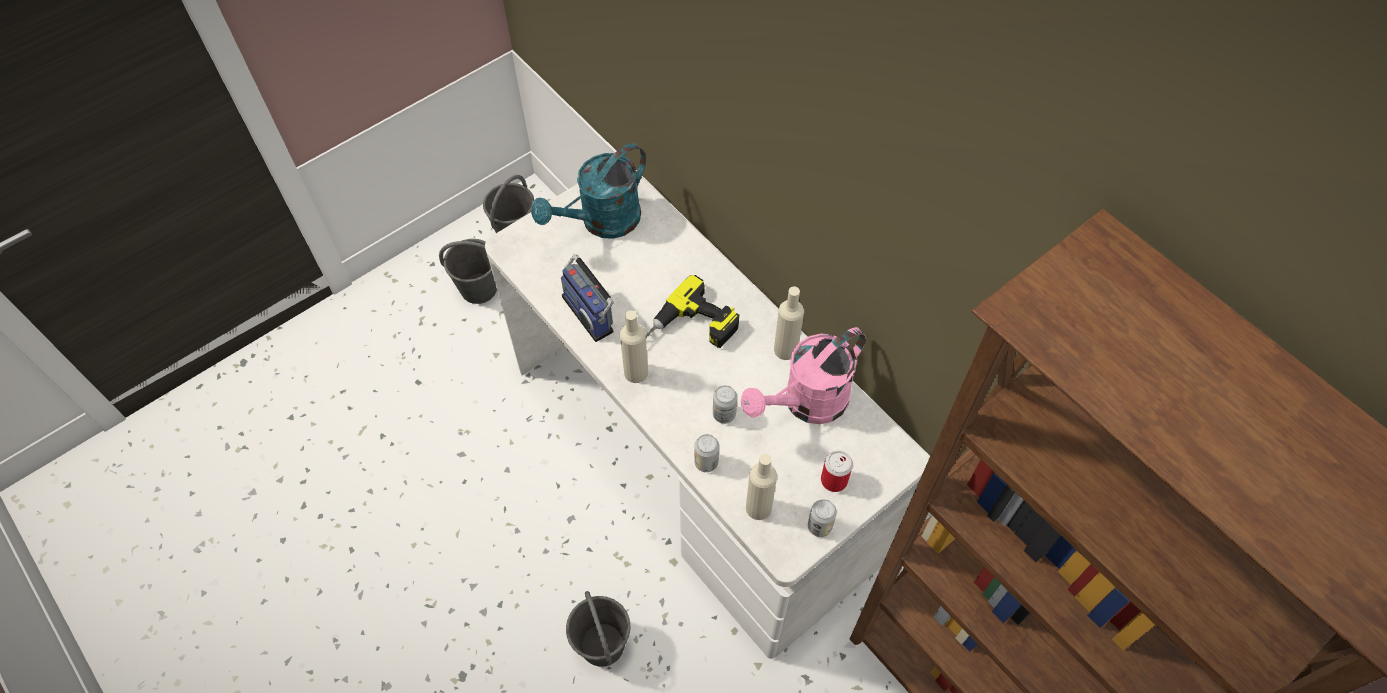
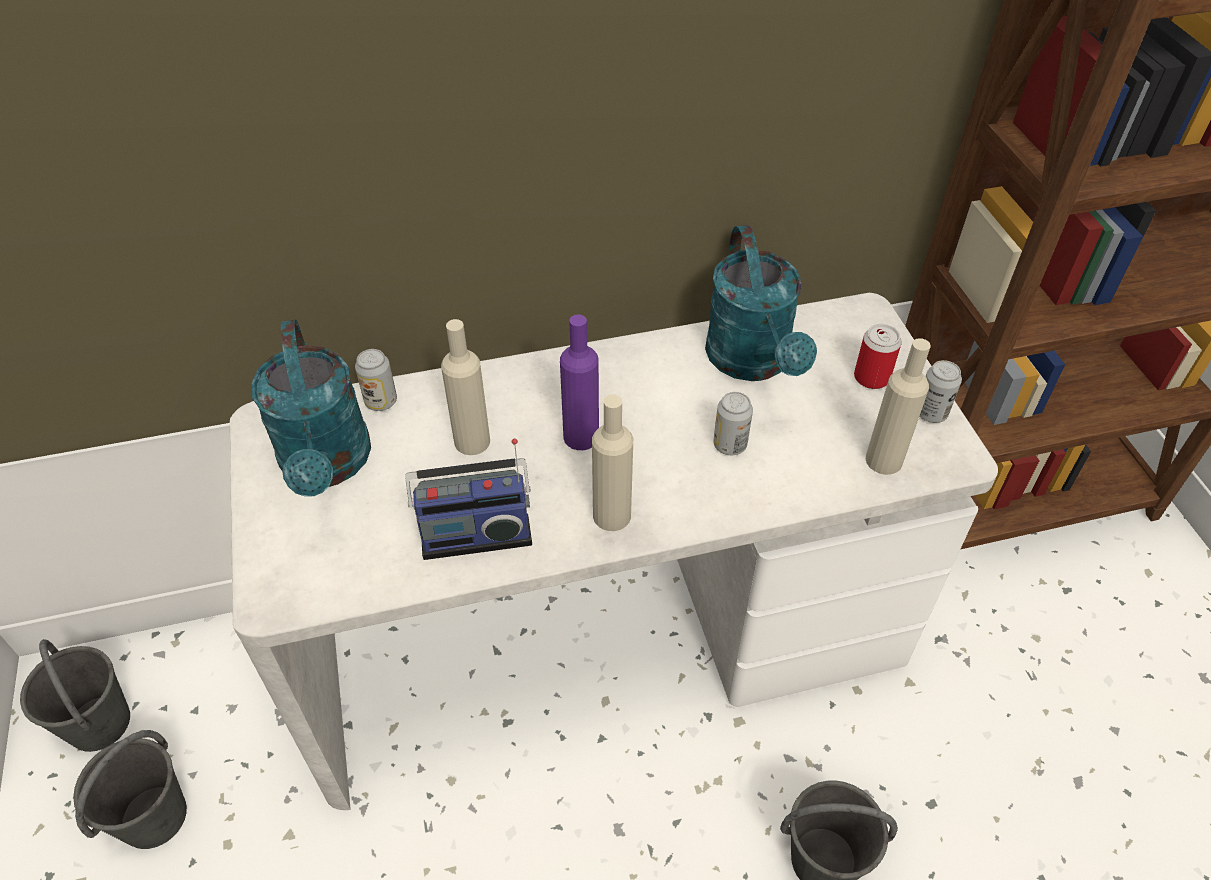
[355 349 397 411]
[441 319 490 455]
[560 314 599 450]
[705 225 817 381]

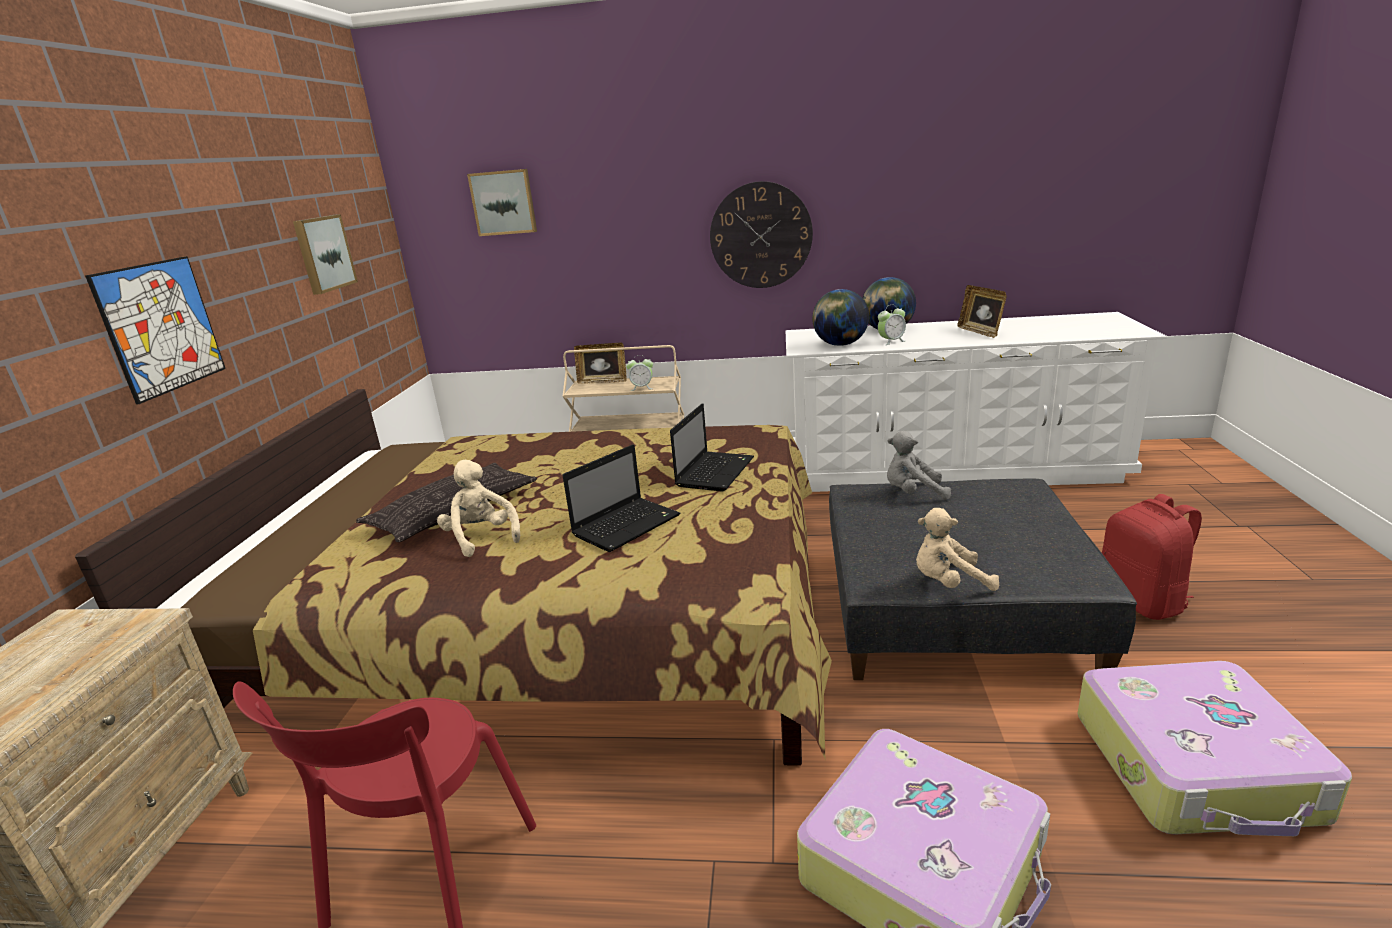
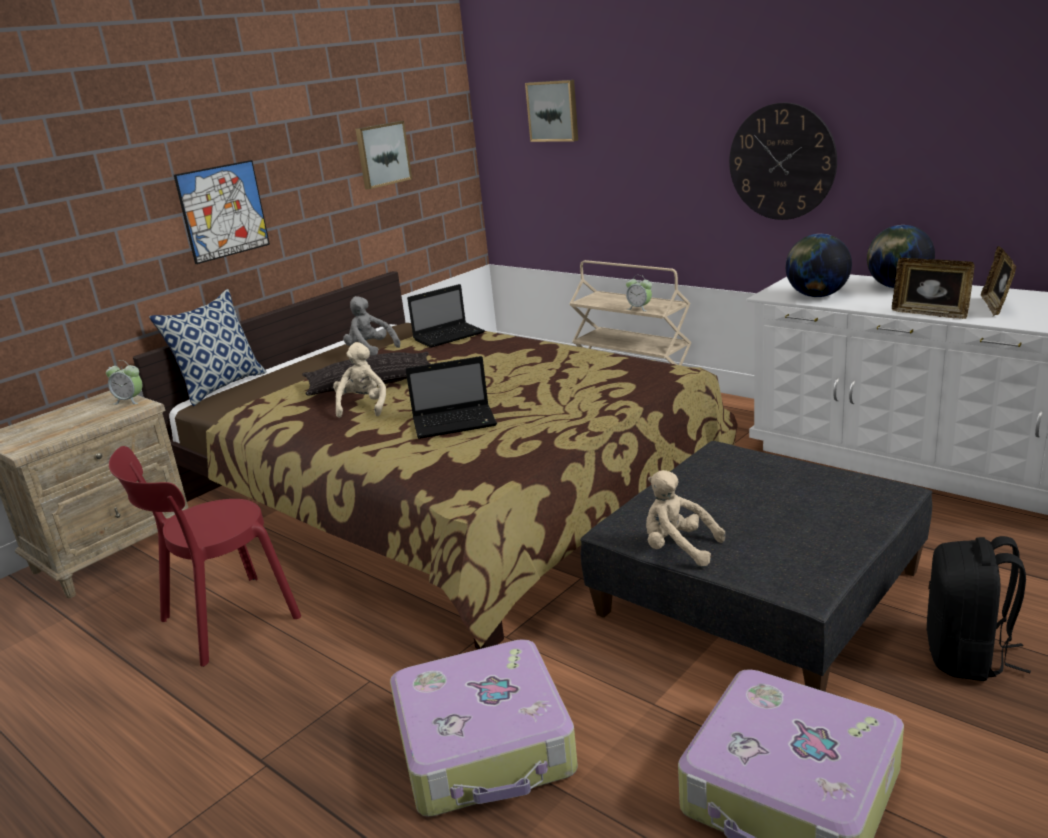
[106 360 142 405]
[149 289 267 406]
[343 296 400 356]
[407 284 485 348]
[892 258 975 319]
[926 536 1031 681]

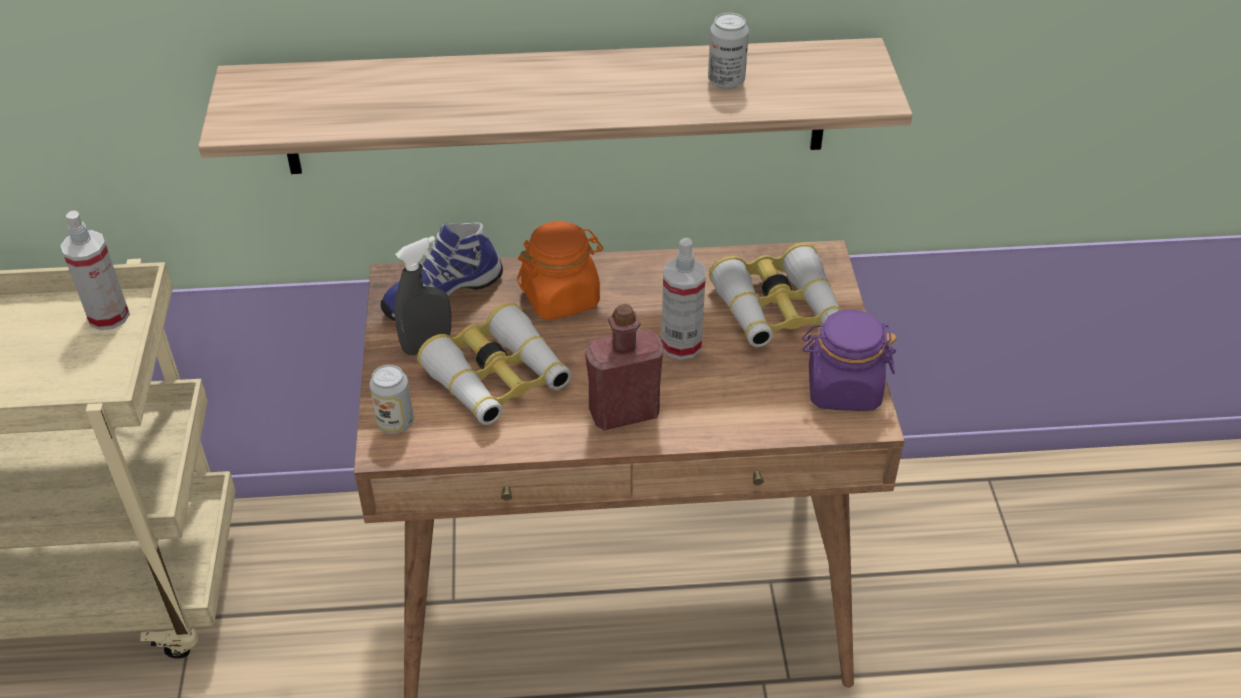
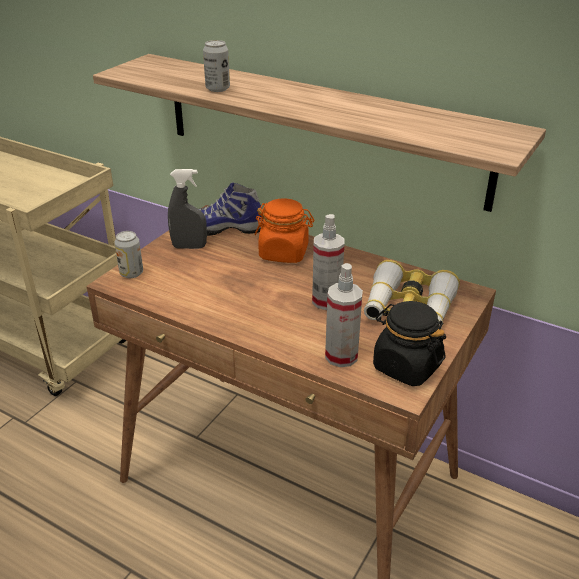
[203 40 230 92]
[325 263 363 367]
[373 301 446 386]
[417 302 571 425] (first image)
[585 304 664 431] (first image)

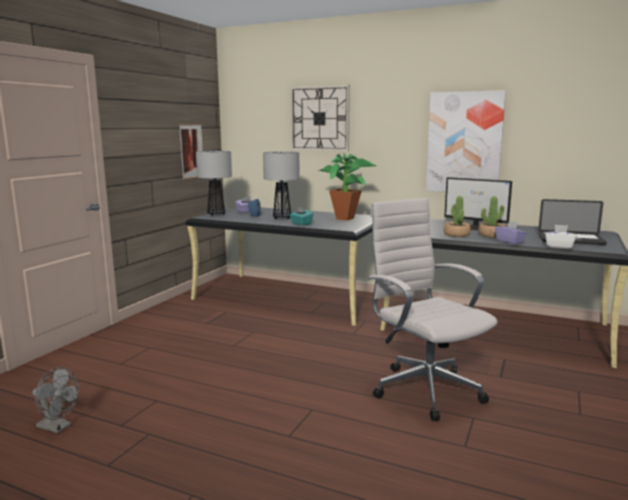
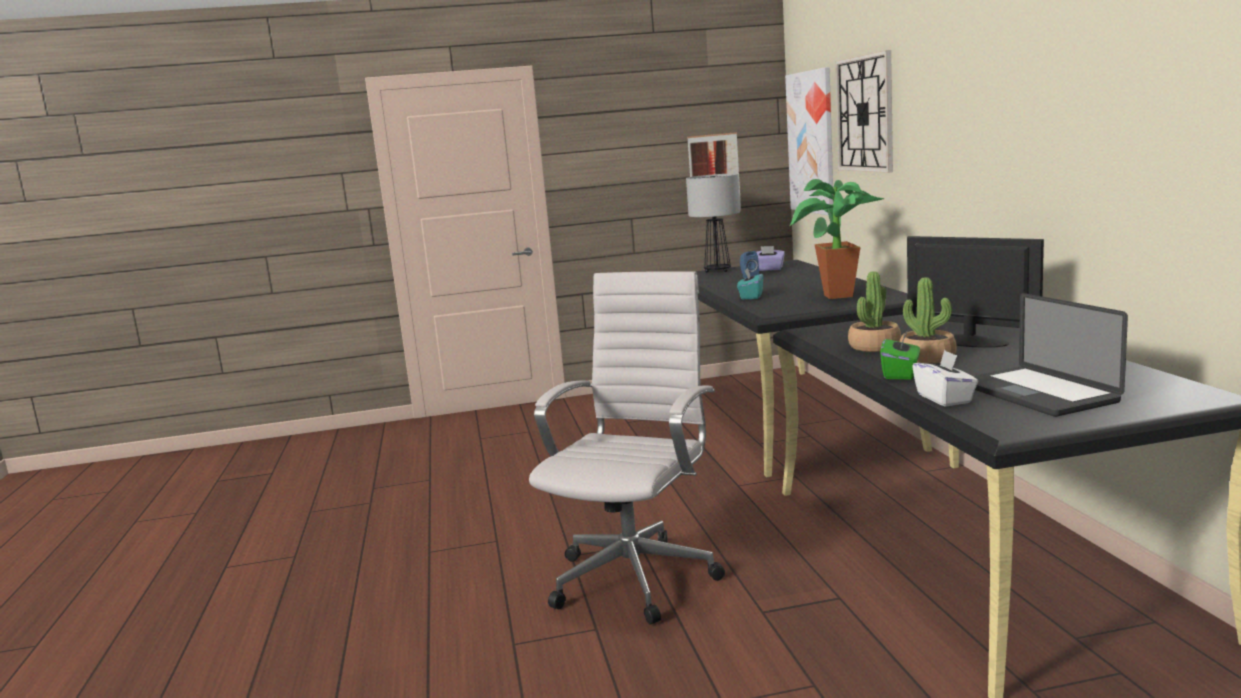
[785 67 834 216]
[880 332 920 379]
[907 236 1044 348]
[32 367 79 433] (first image)
[263 151 300 219] (first image)

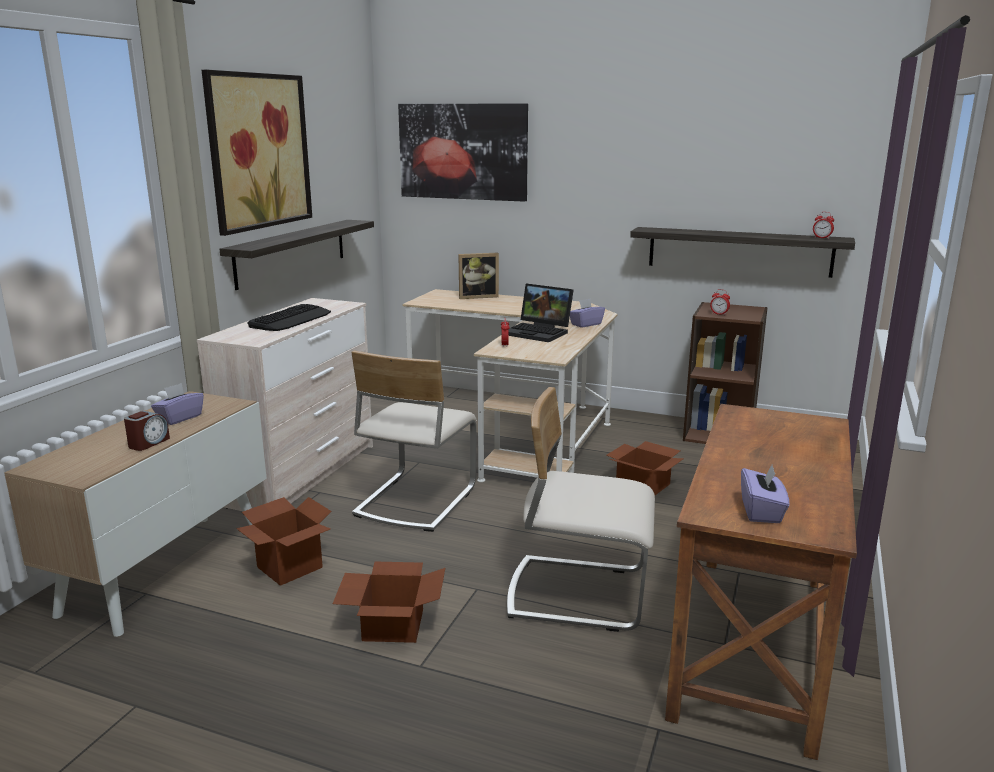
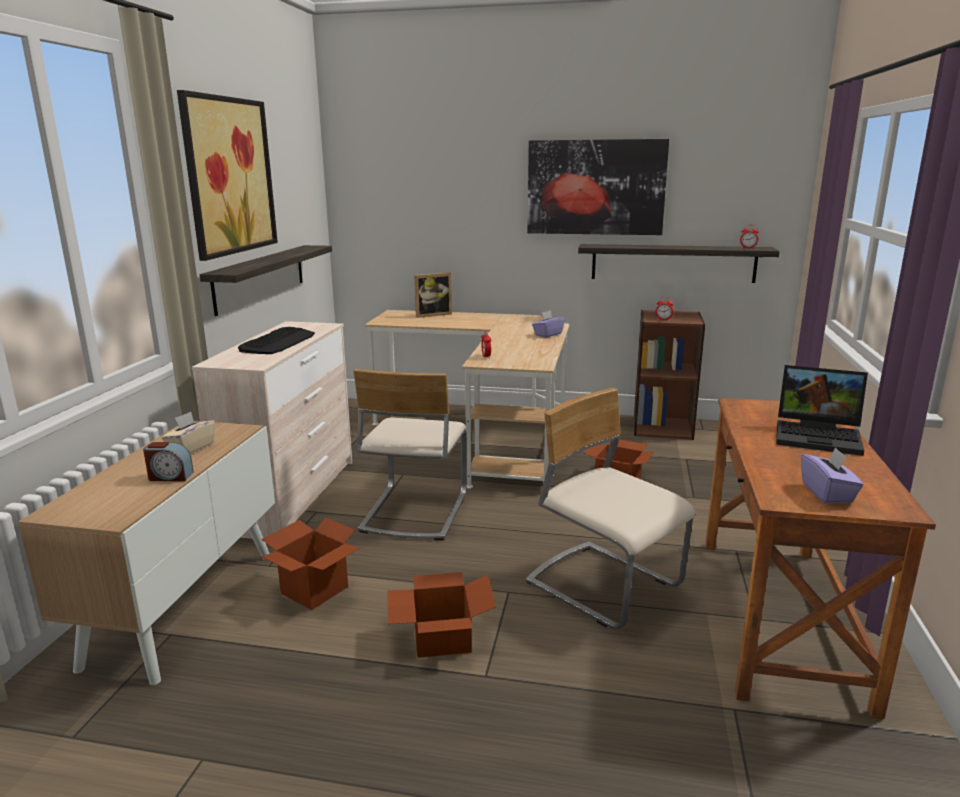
[143 442 194 481]
[161 412 215 454]
[526 388 695 630]
[527 139 669 235]
[776 365 868 456]

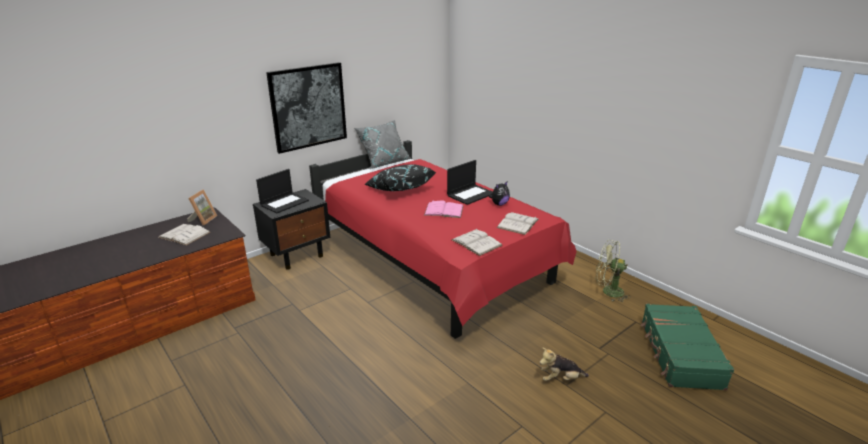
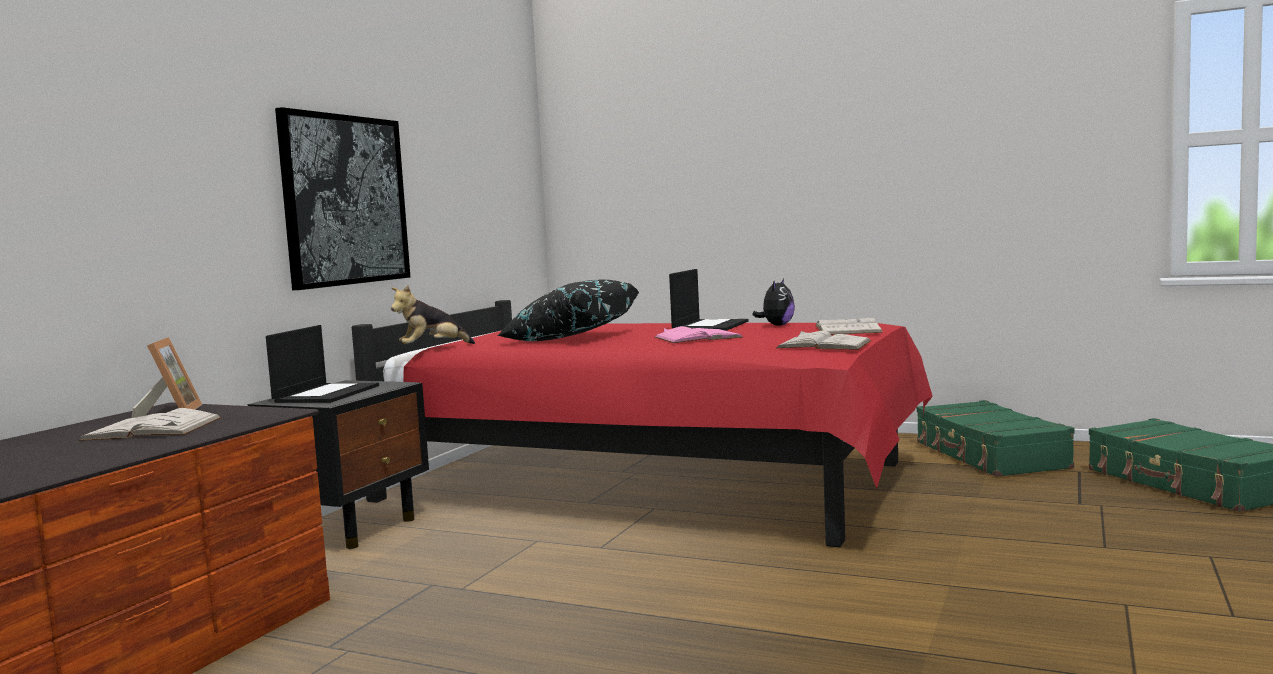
[391 285 475 344]
[917 400 1075 477]
[354 120 412 169] (first image)

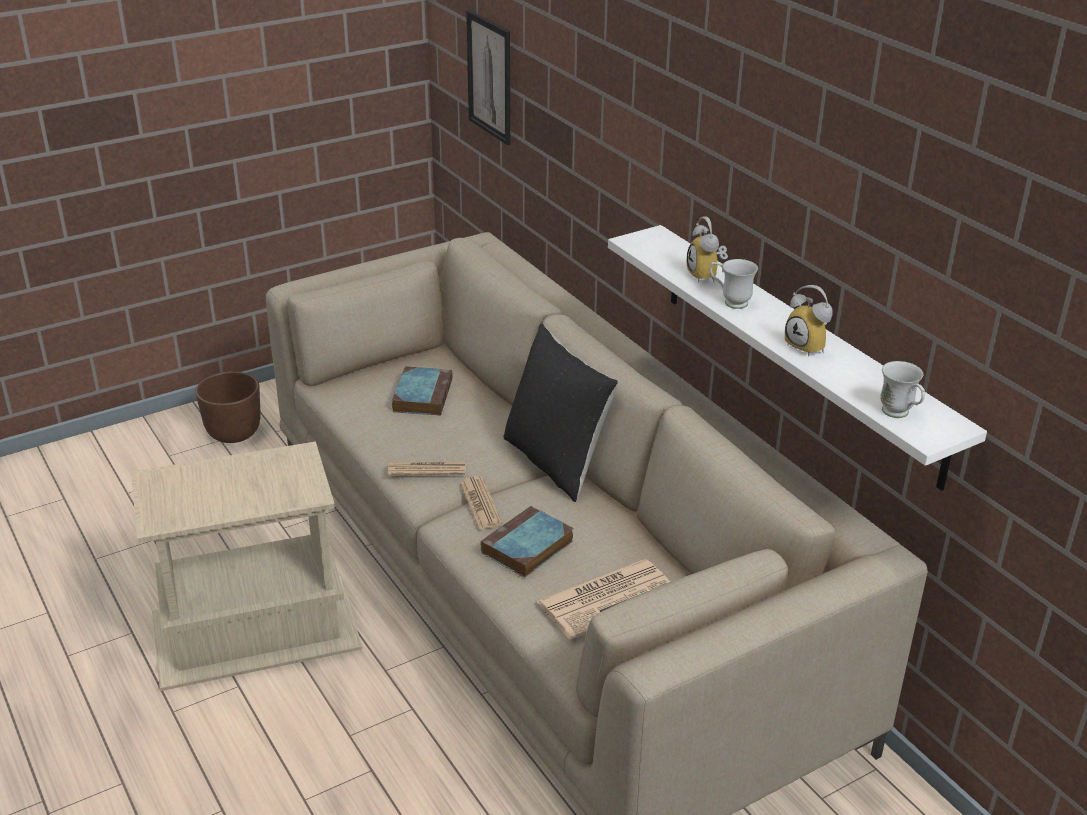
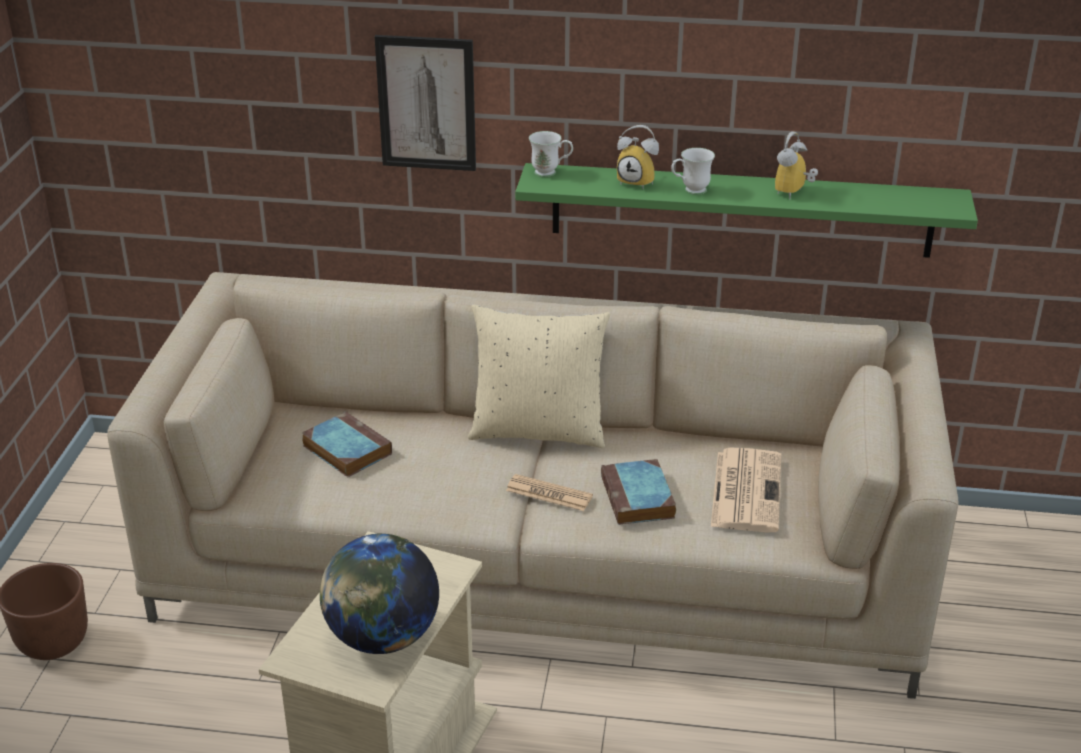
[320 534 439 654]
[374 35 476 171]
[468 305 610 448]
[515 163 978 258]
[529 131 573 177]
[775 132 818 200]
[388 462 466 475] (first image)

